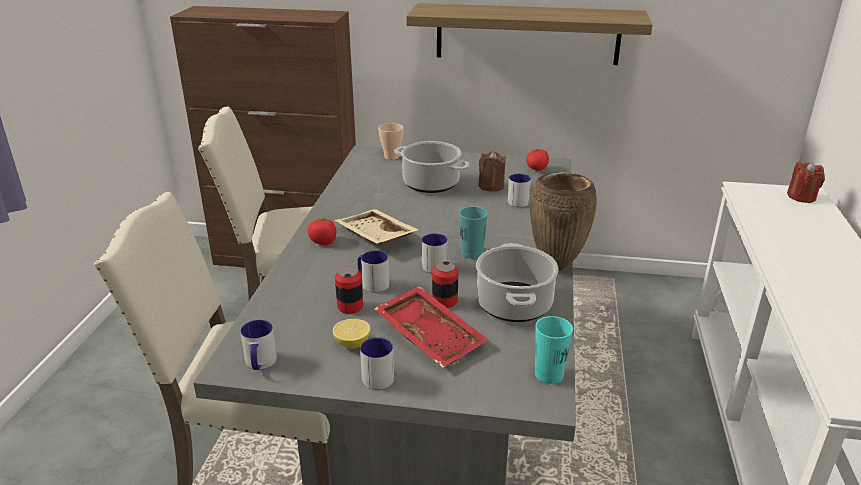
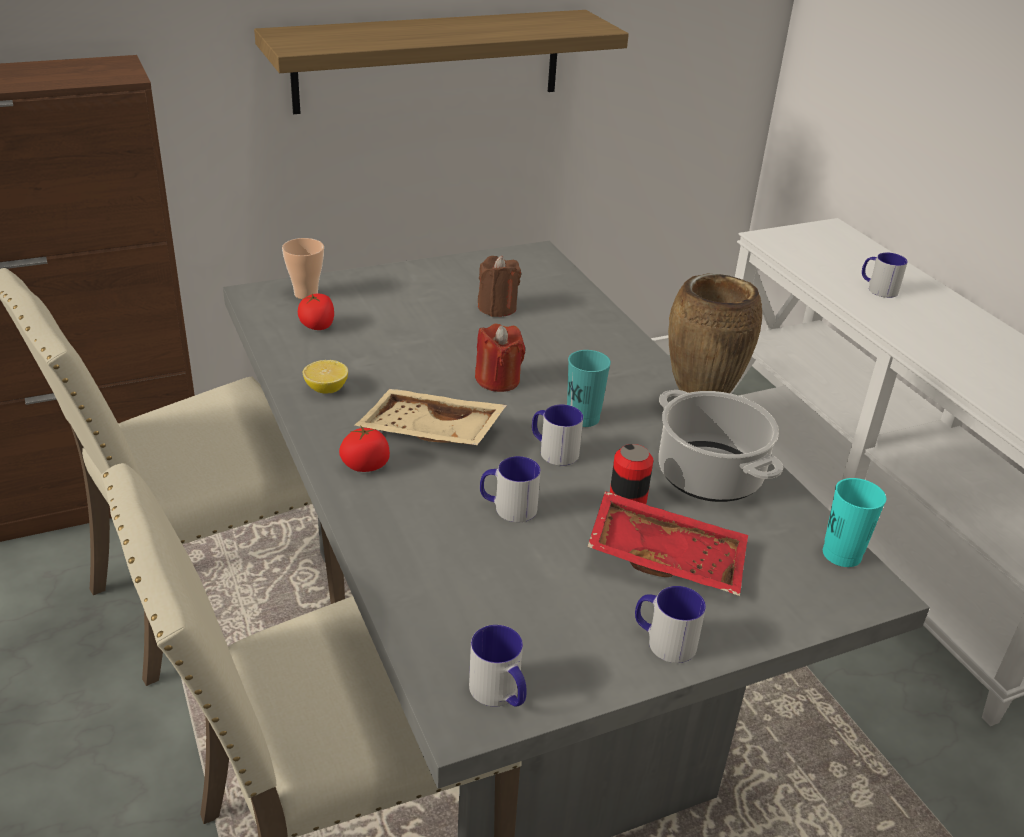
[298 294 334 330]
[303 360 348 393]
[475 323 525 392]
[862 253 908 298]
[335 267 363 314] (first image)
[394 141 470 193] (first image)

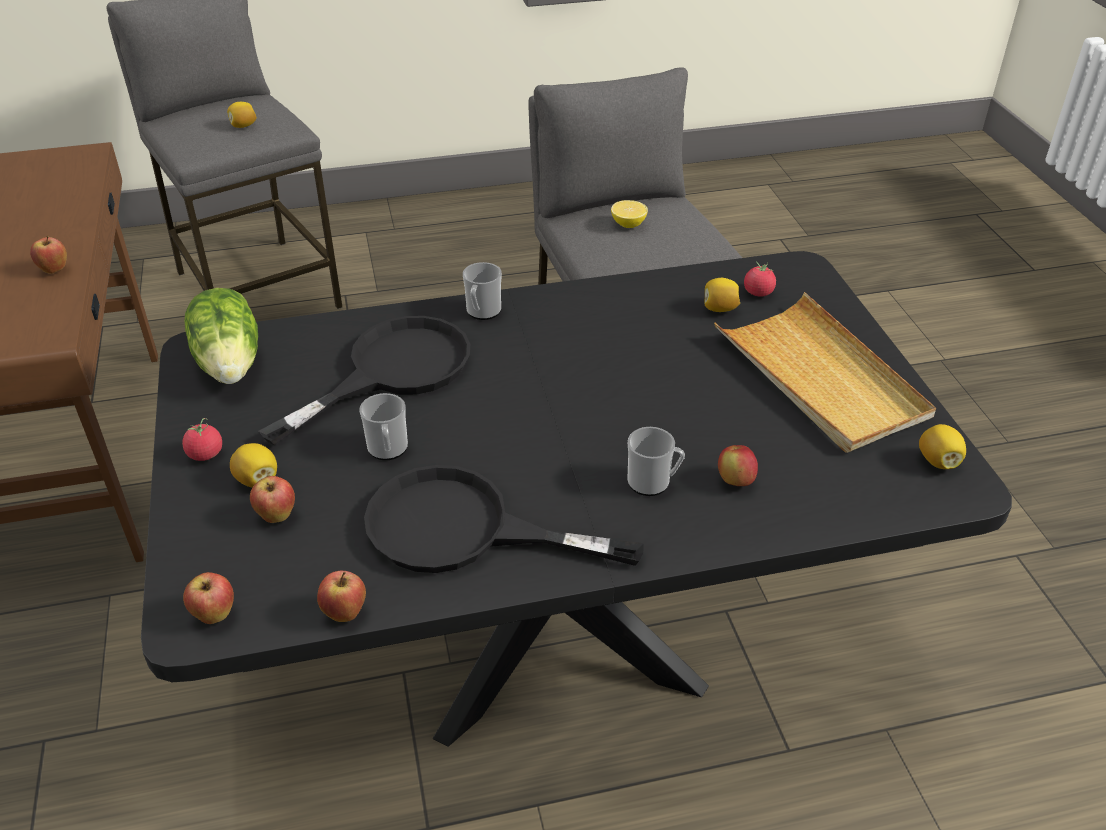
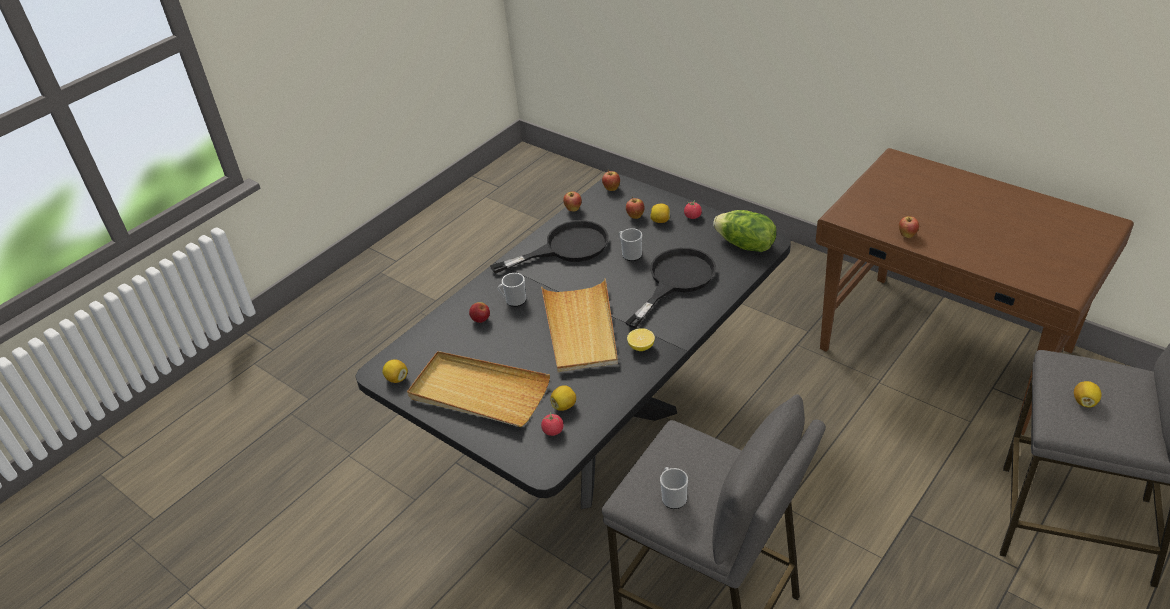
[541 278 618 372]
[625 248 716 328]
[627 328 655 351]
[660 467 688 509]

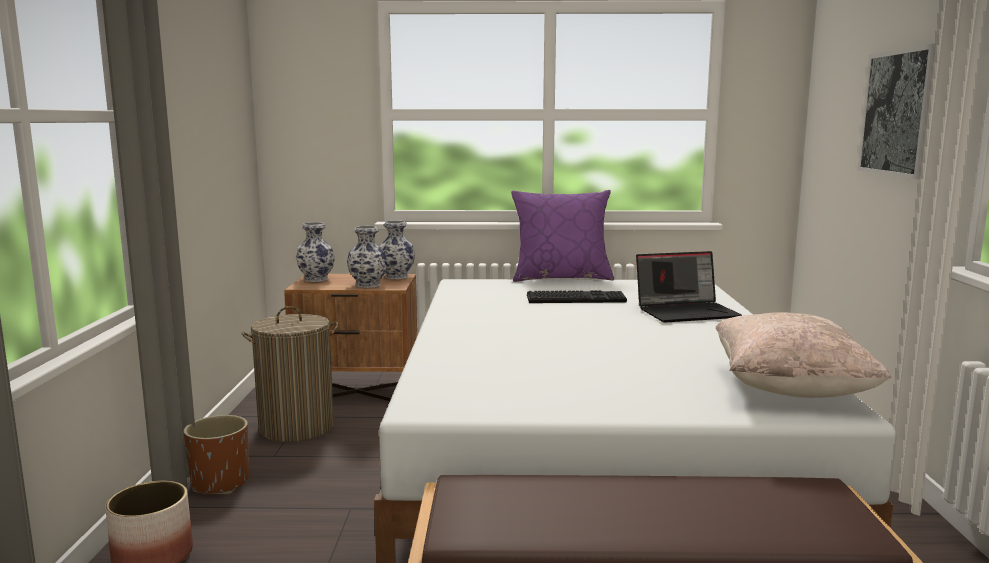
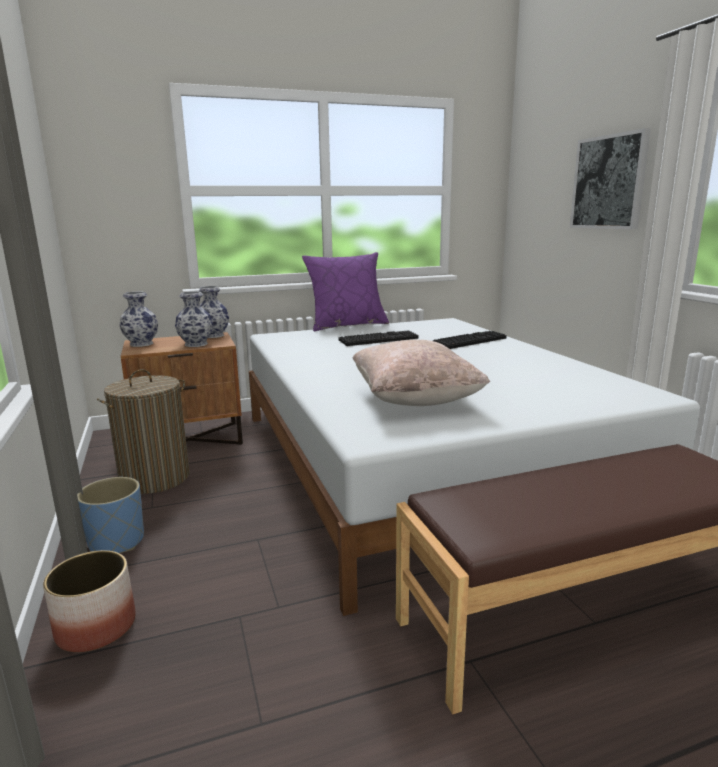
[77 477 144 553]
[352 340 490 406]
[433 331 507 349]

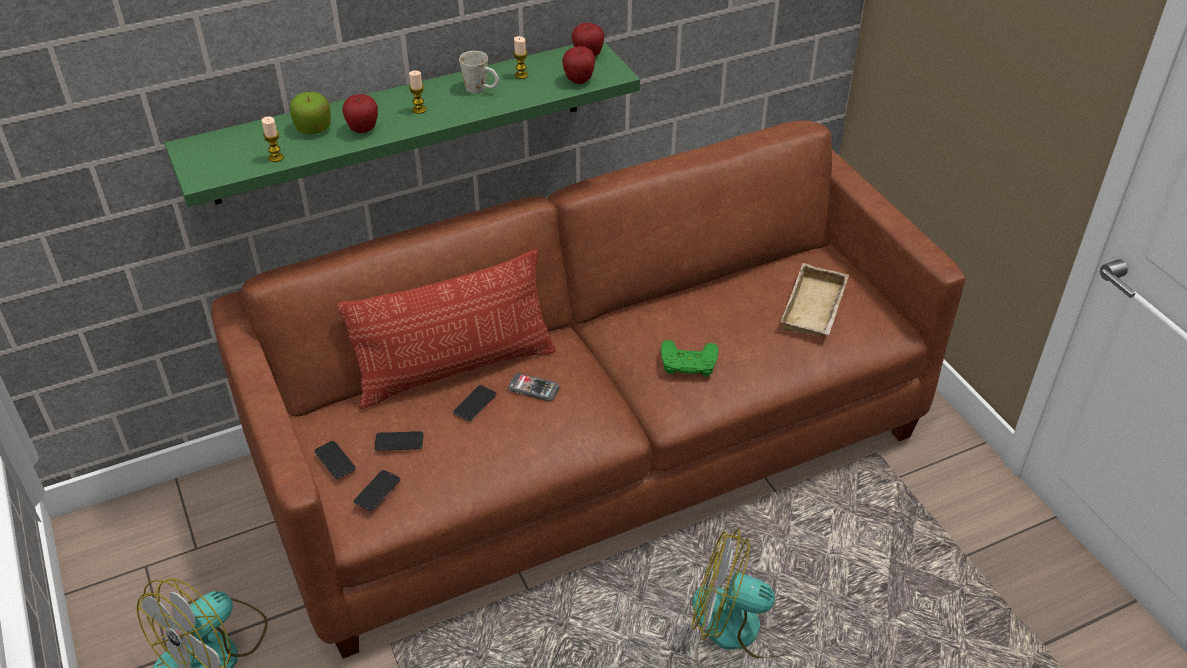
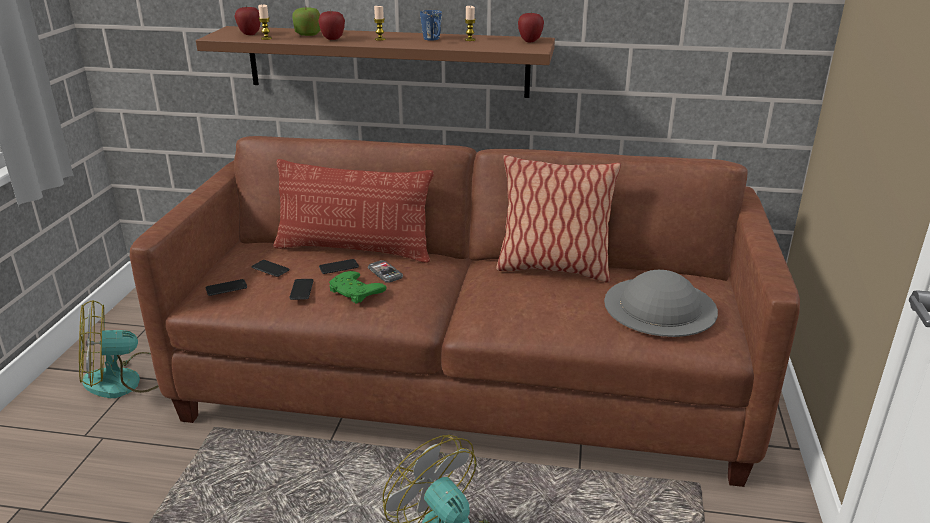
[196 26 555 98]
[234 6 261 35]
[289 279 313 300]
[329 271 387 304]
[420 10 442 40]
[496 155 621 283]
[604 270 718 337]

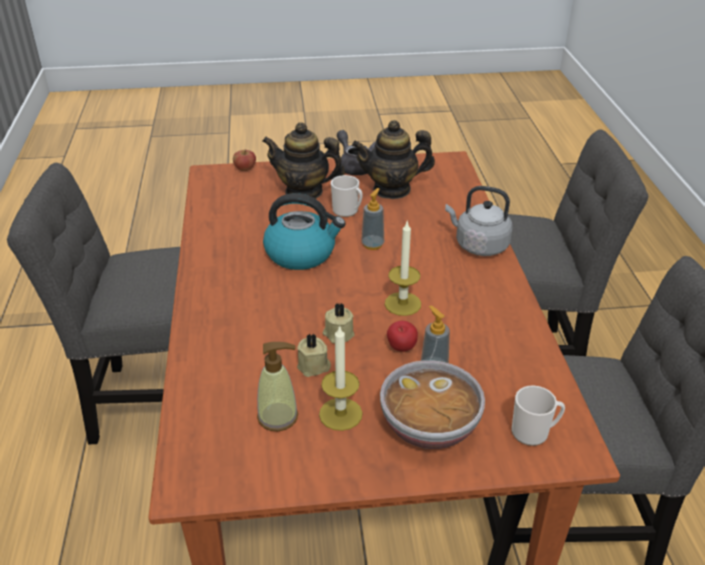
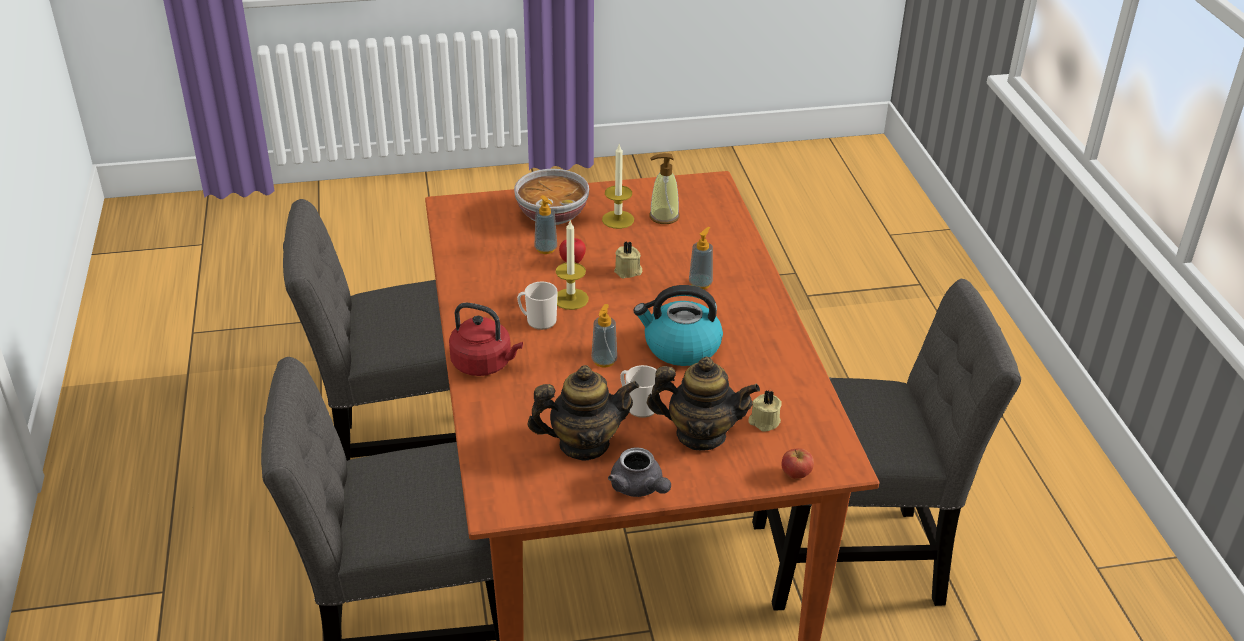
[449 303 523 376]
[517 281 558 330]
[689 227 713 289]
[748 390 782 432]

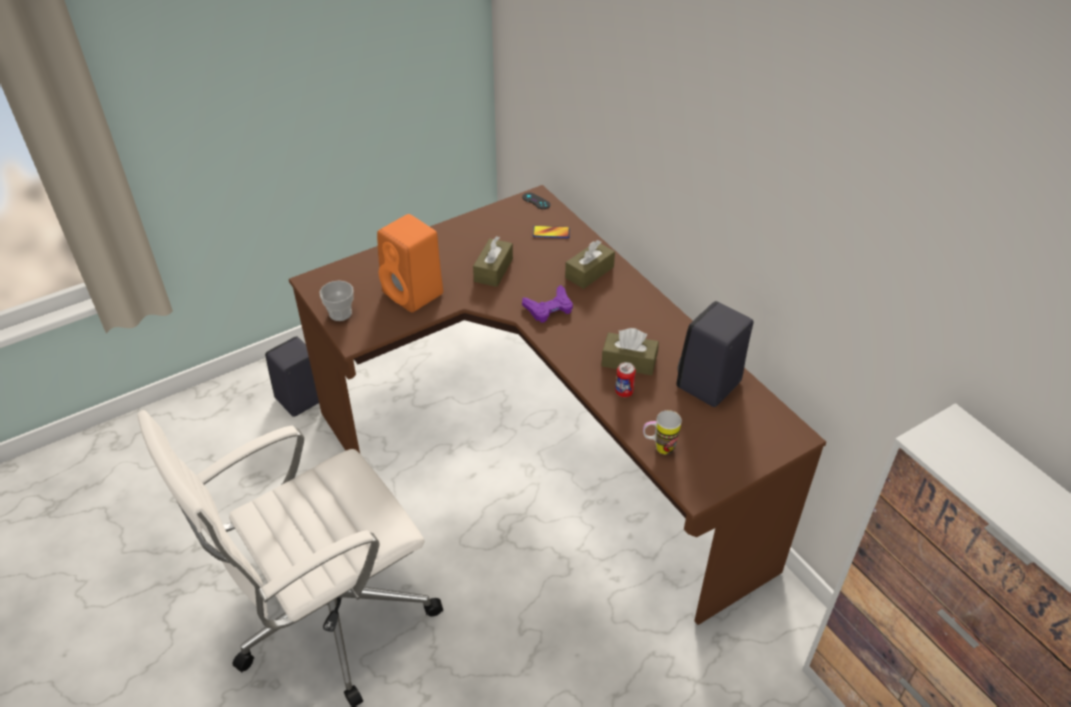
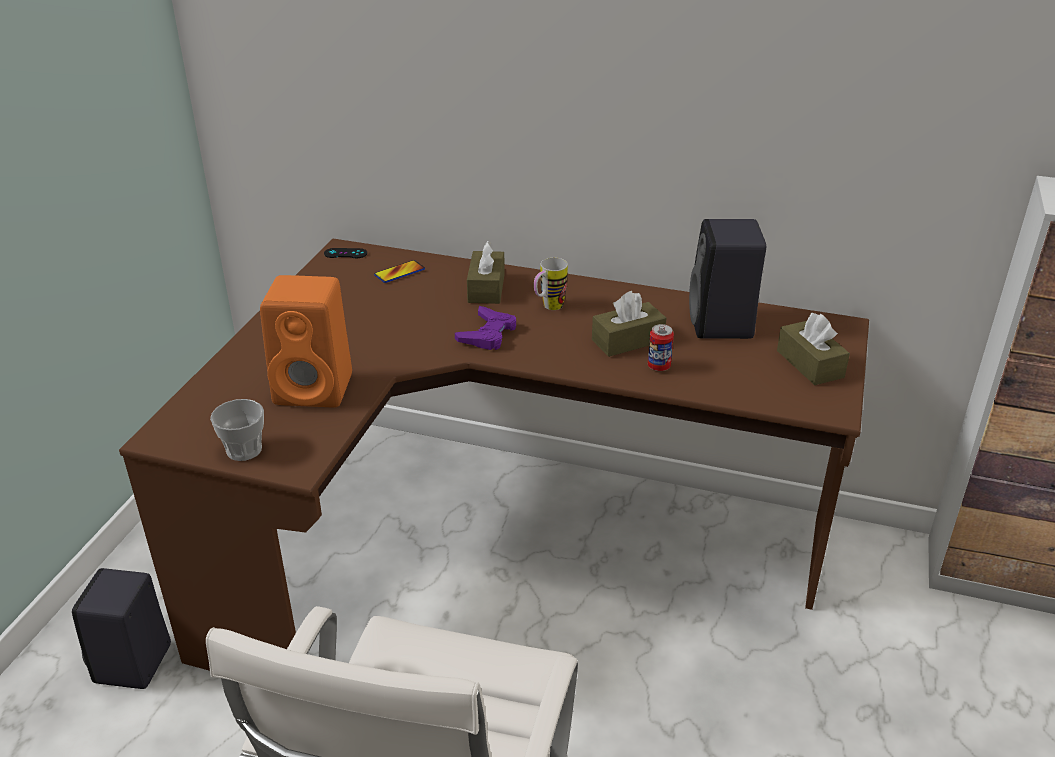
[534 258 568 310]
[777 313 850 385]

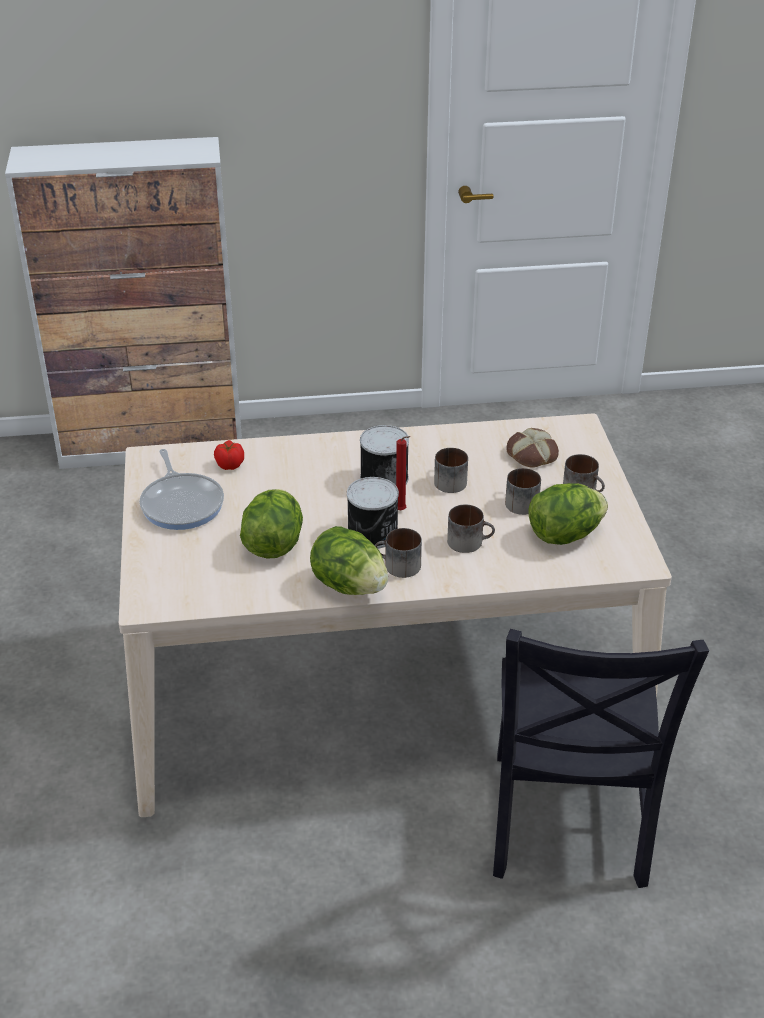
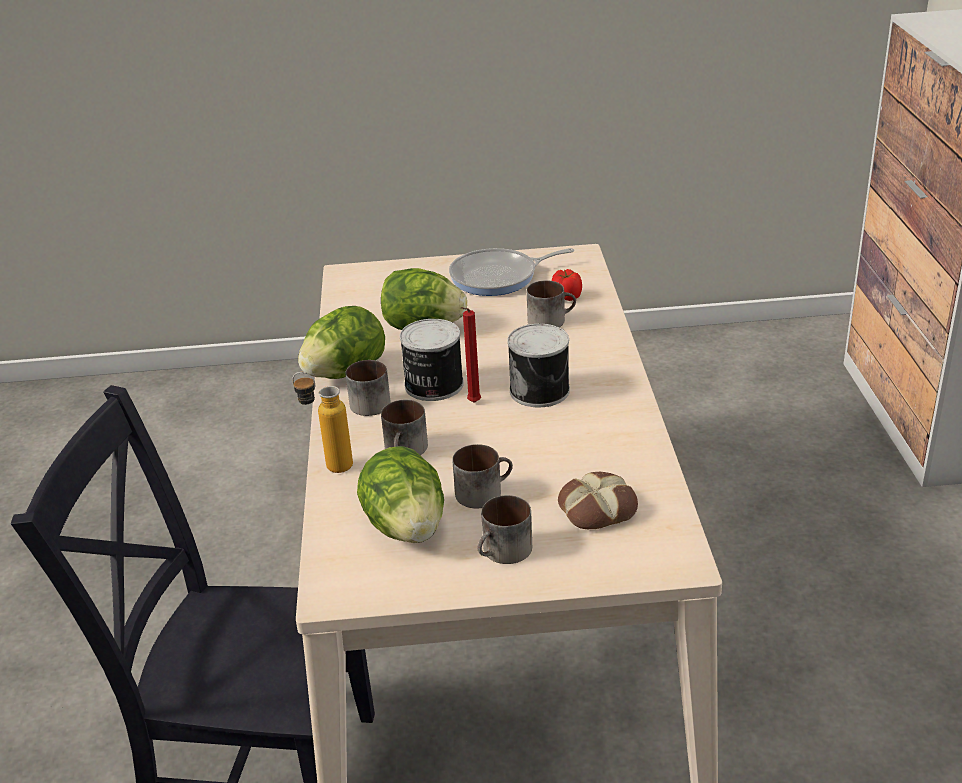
[292 372 353 473]
[527 280 576 327]

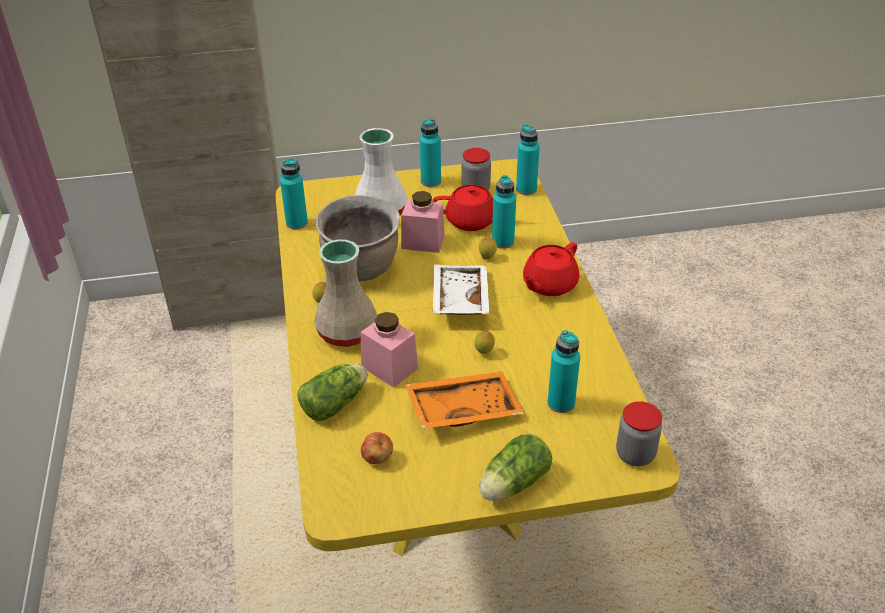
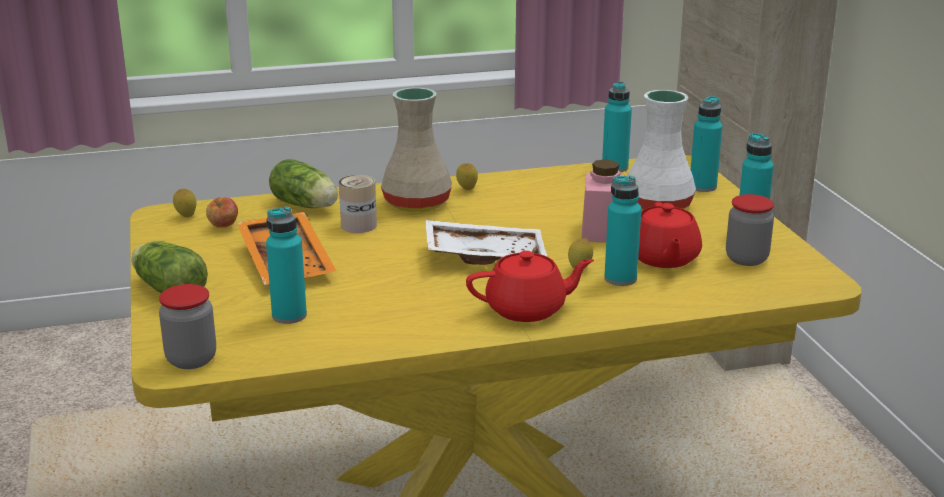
[173 189 197 217]
[339 175 377 233]
[466 251 594 322]
[691 96 722 192]
[316 195 400 281] (first image)

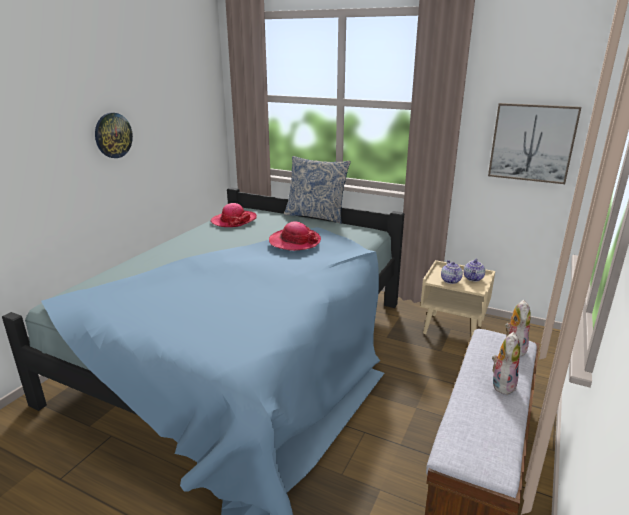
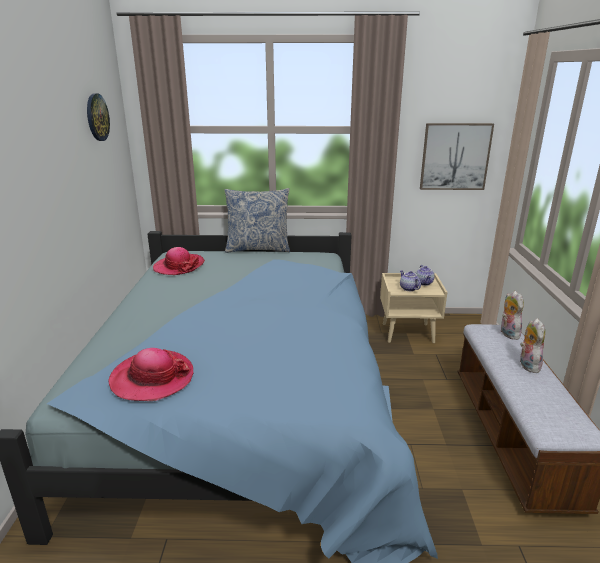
[87 93 110 141]
[108 348 194 401]

